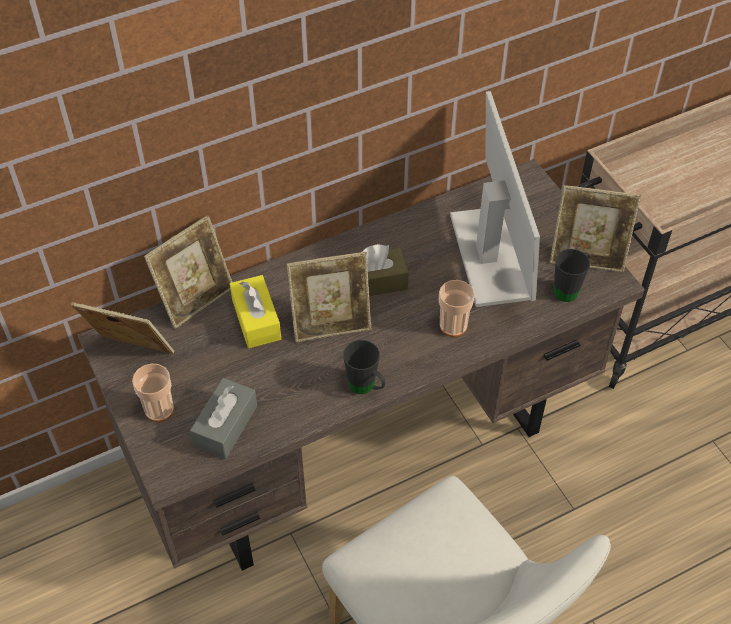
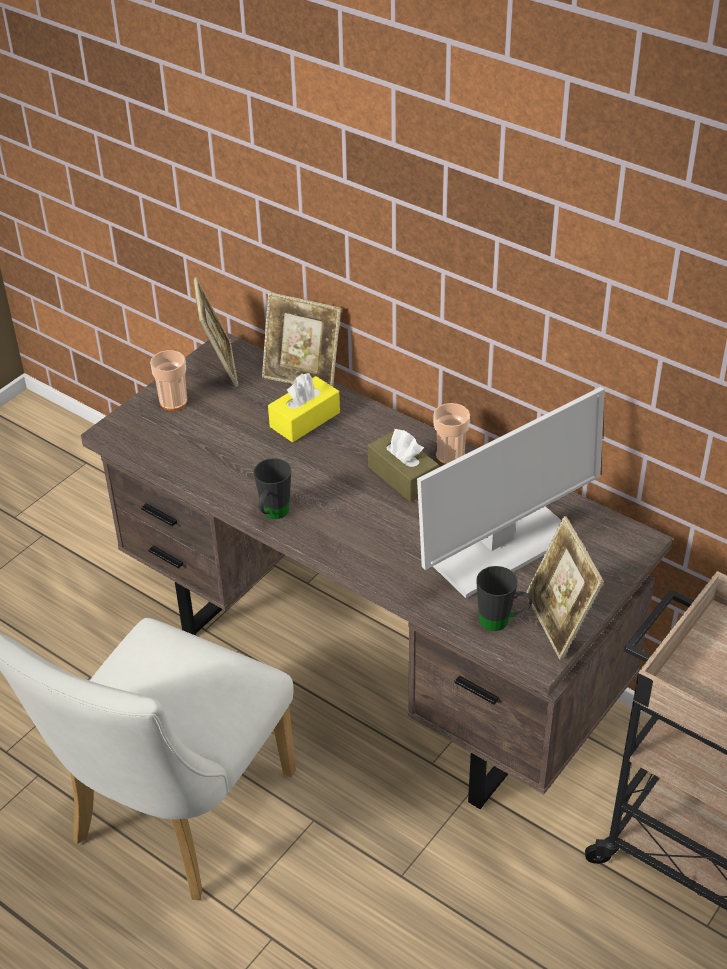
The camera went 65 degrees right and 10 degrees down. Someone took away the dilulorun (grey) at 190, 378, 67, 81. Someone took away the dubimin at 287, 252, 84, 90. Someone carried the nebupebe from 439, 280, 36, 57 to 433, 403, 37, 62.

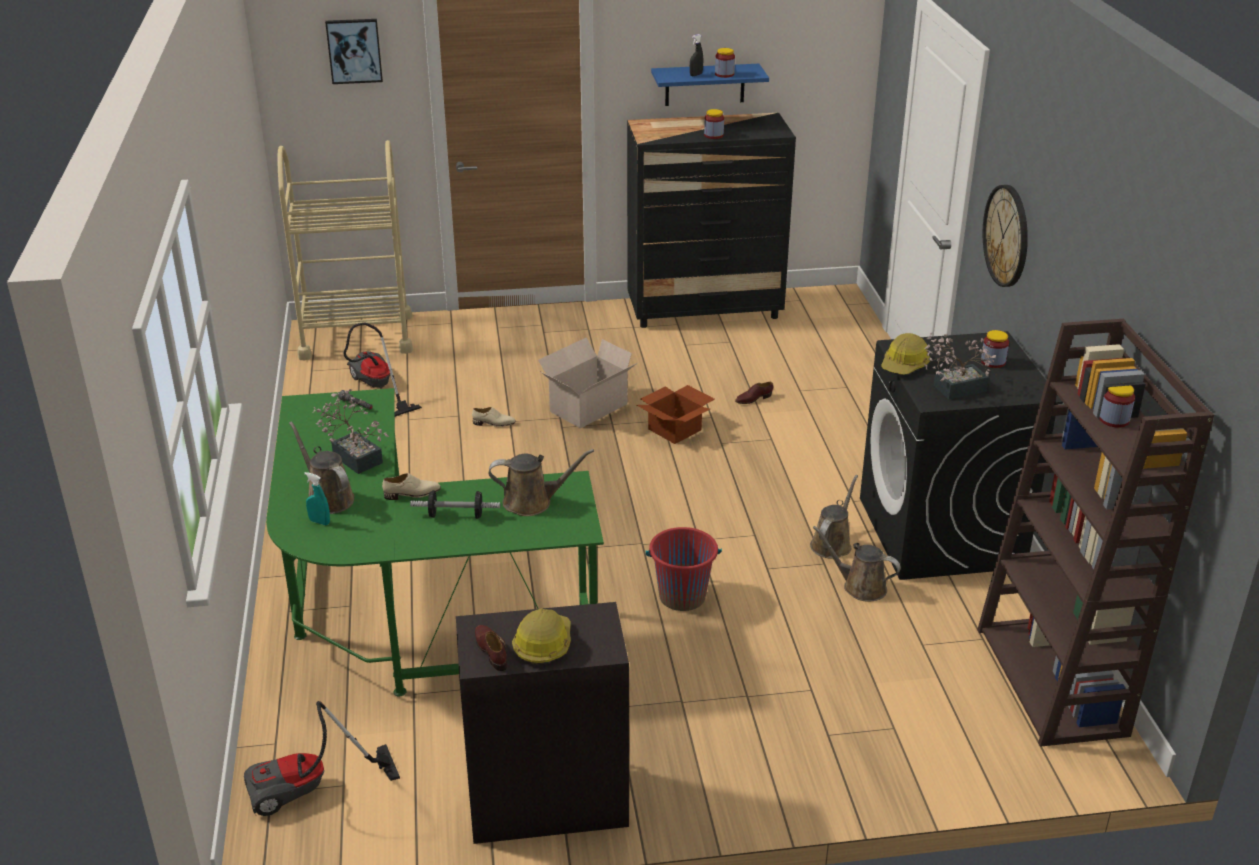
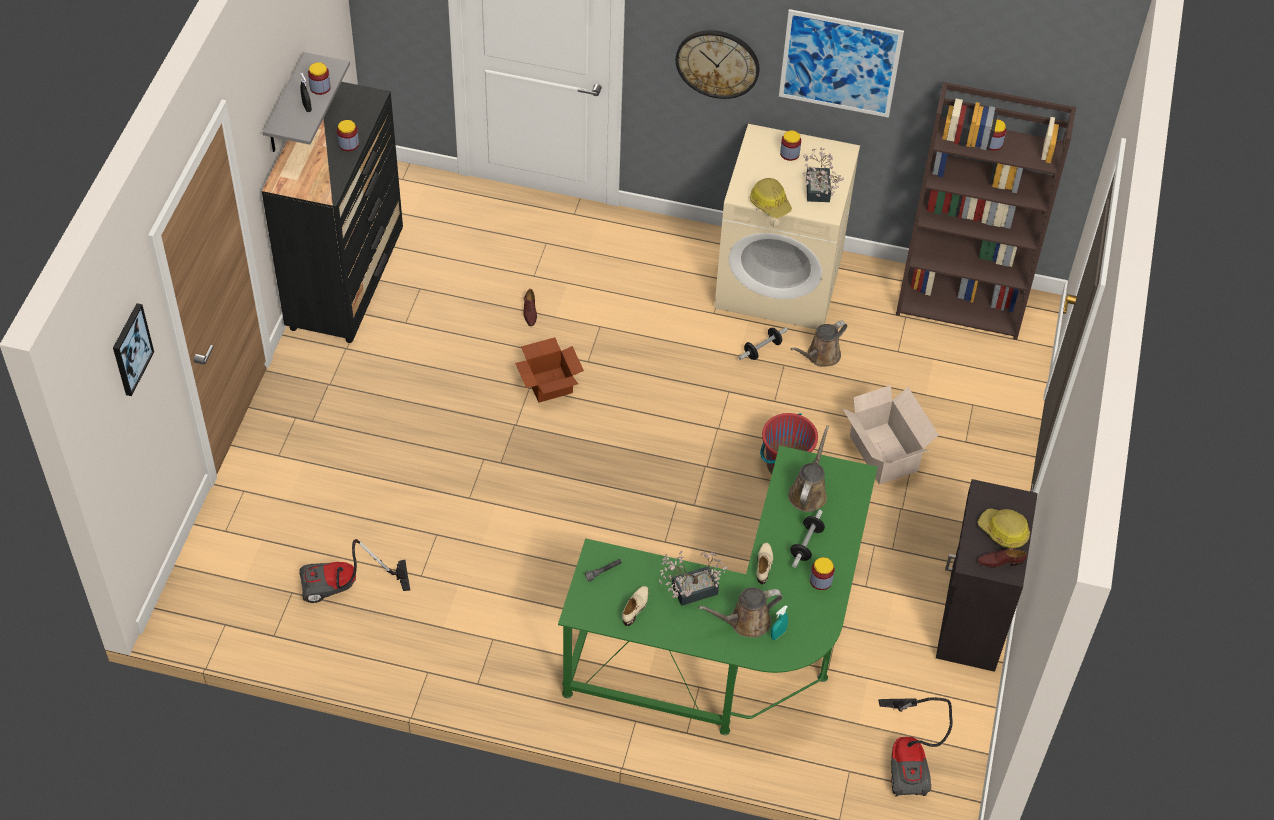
The camera went 70 degrees left and 20 degrees up. Someone took away the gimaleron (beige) at 277, 140, 136, 221. Someone carried the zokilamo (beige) from 472, 407, 44, 20 to 622, 586, 27, 40. Someone carried the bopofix from 538, 338, 99, 90 to 842, 385, 97, 99. Someone repainted the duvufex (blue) at 651, 64, 118, 42, which became the duvufex (grey) at 263, 52, 87, 100. Someone swapped the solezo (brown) at 810, 475, 48, 84 for the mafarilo at 738, 327, 50, 33. Someone repainted the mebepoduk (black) at 860, 331, 203, 249, which became the mebepoduk (beige) at 714, 124, 146, 205. Someone put up the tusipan at 779, 9, 125, 109. Someone put down the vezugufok at 810, 557, 25, 33.

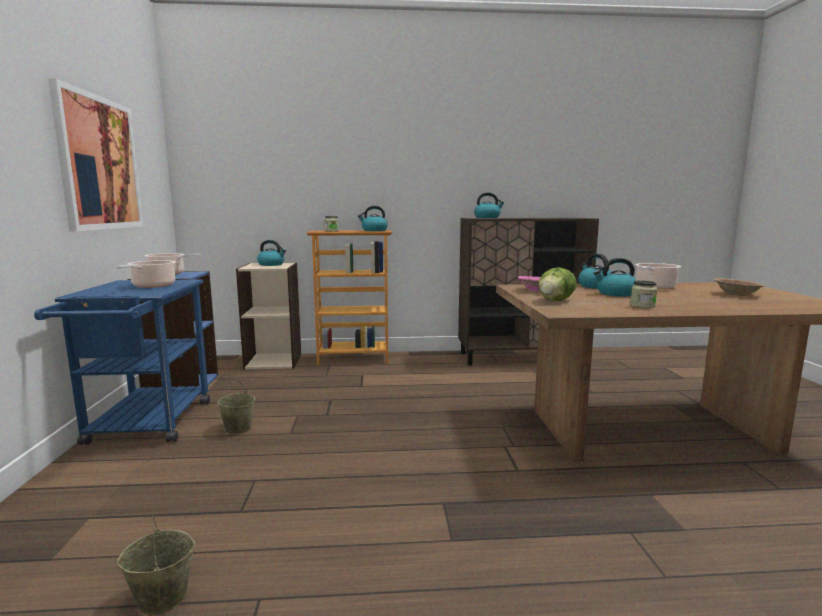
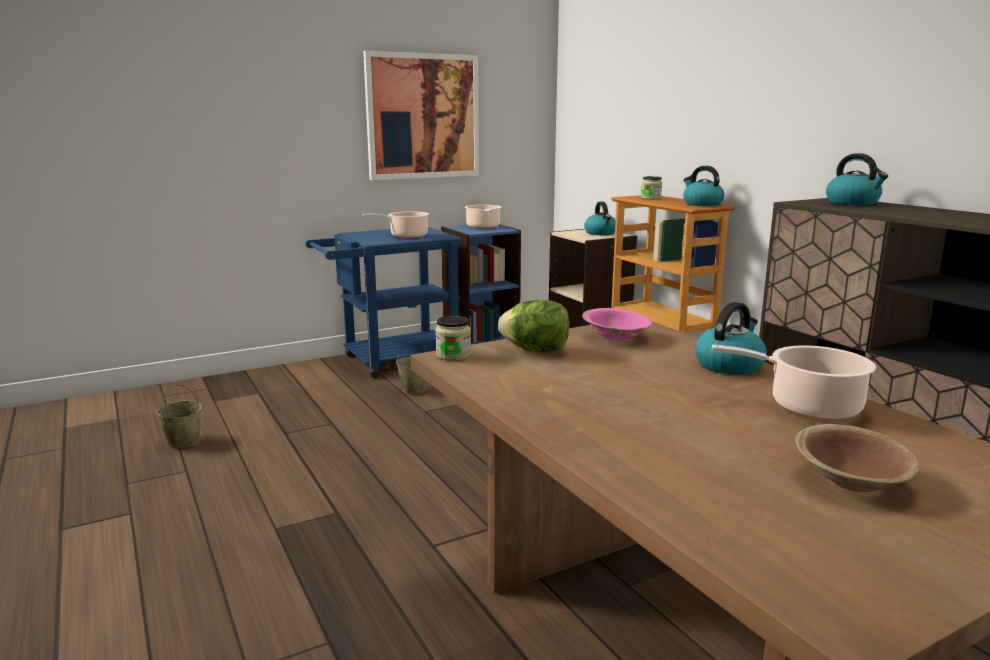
The camera went 65 degrees right and 5 degrees up. Someone took away the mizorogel at 593, 258, 43, 38. Someone carried the vezugufok from 630, 280, 27, 28 to 435, 316, 36, 45.

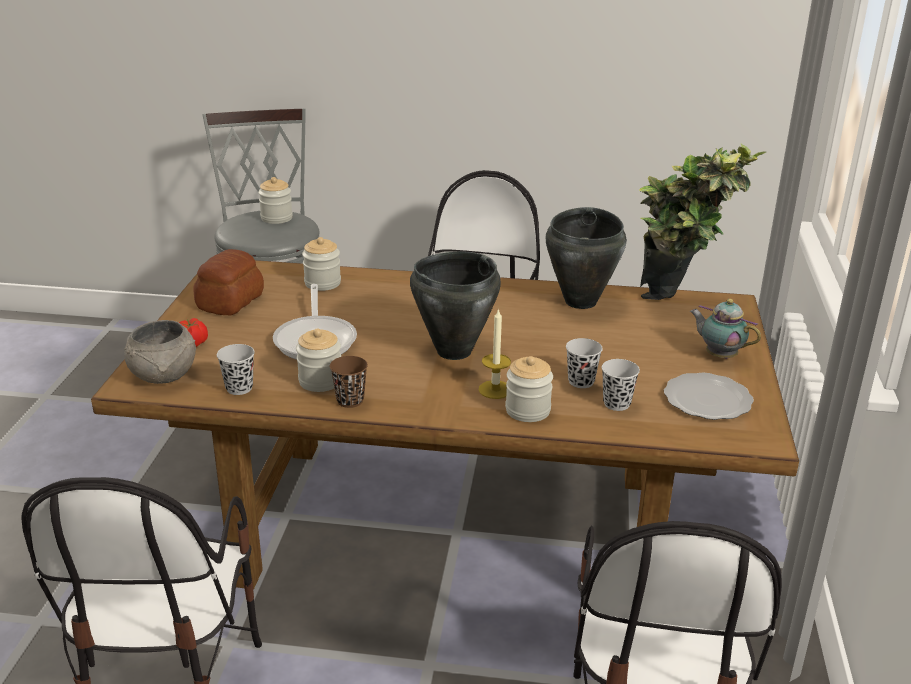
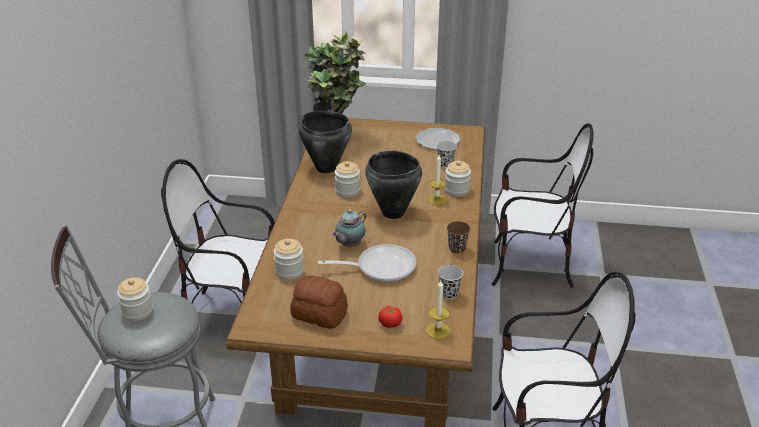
The camera went 90 degrees left and 5 degrees up. Someone swapped the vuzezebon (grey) at 124, 320, 72, 64 for the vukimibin at 426, 281, 24, 58. Someone carried the vezugufok from 296, 328, 45, 64 to 335, 161, 25, 36. Someone took away the nebupebe (black) at 566, 338, 37, 50. Someone carried the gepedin from 690, 299, 71, 60 to 332, 209, 34, 38.

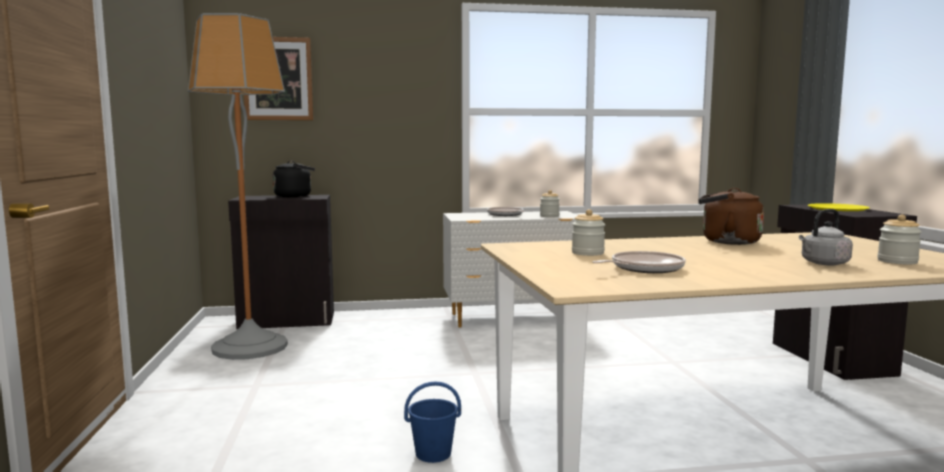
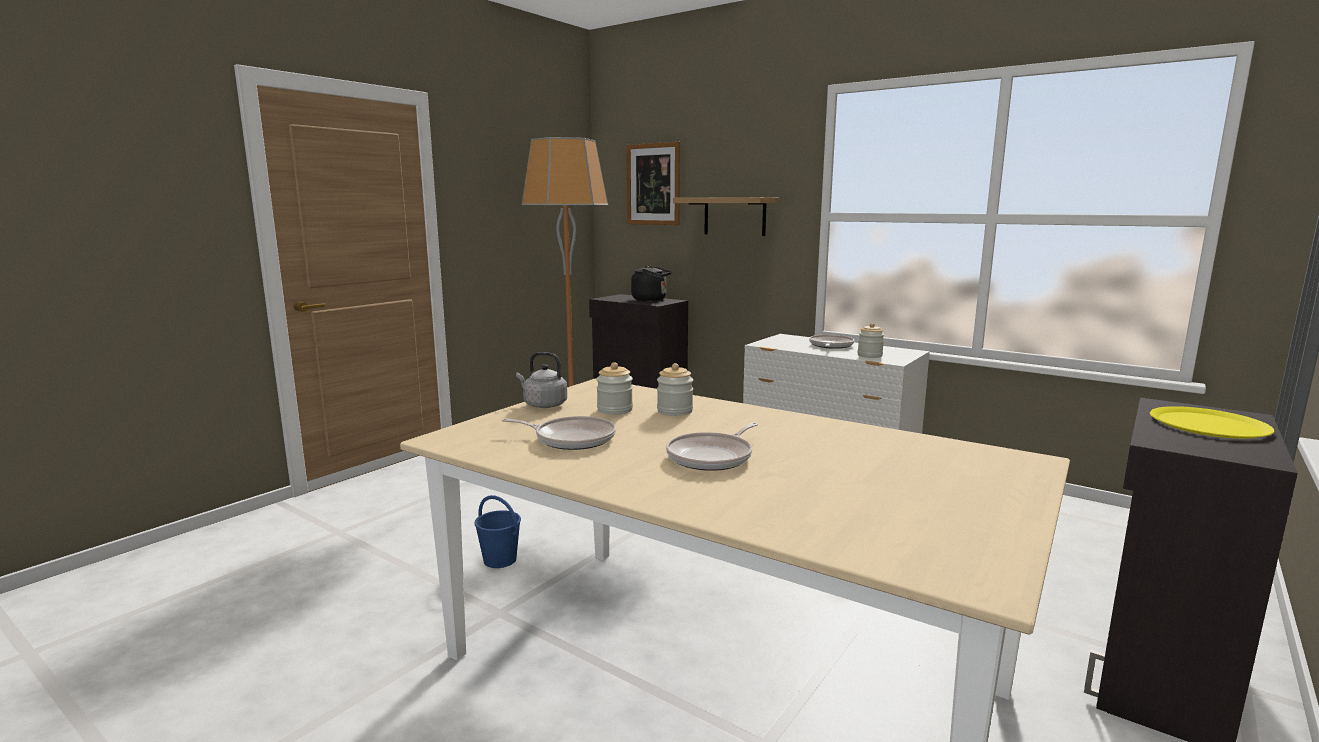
The camera went 45 degrees right and 5 degrees up. Someone took away the mizorogel (brown) at 698, 188, 66, 57. Someone carried the mizorogel (grey) from 799, 209, 54, 56 to 516, 352, 51, 56. Someone carried the vezugufok from 877, 215, 45, 49 to 657, 363, 36, 53. Someone put down the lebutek at 666, 422, 92, 49. Someone put up the duvufex at 673, 197, 106, 39.

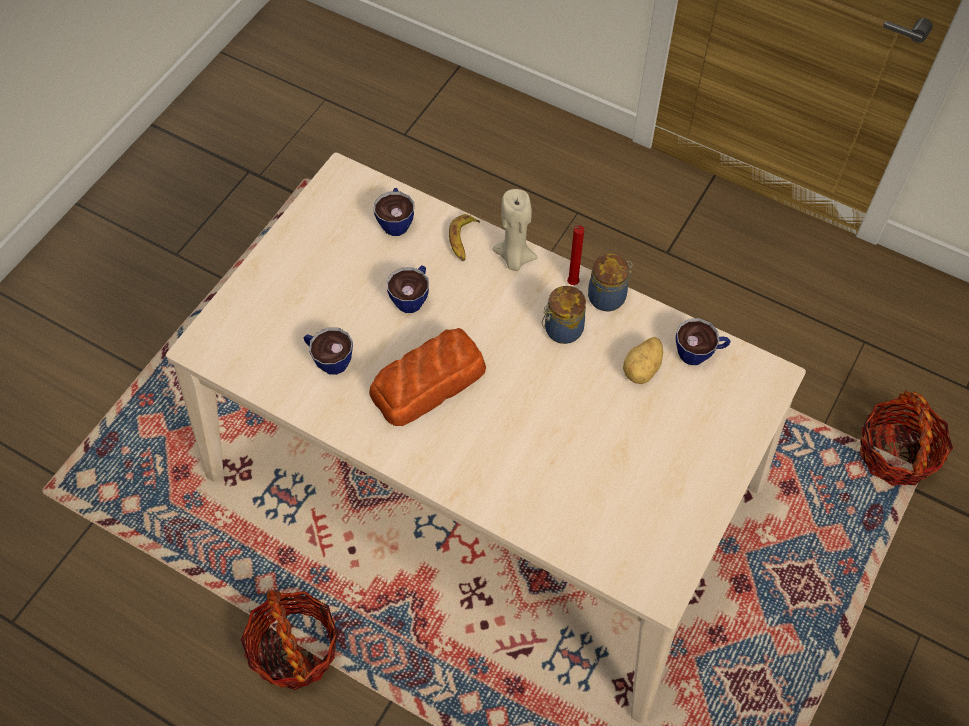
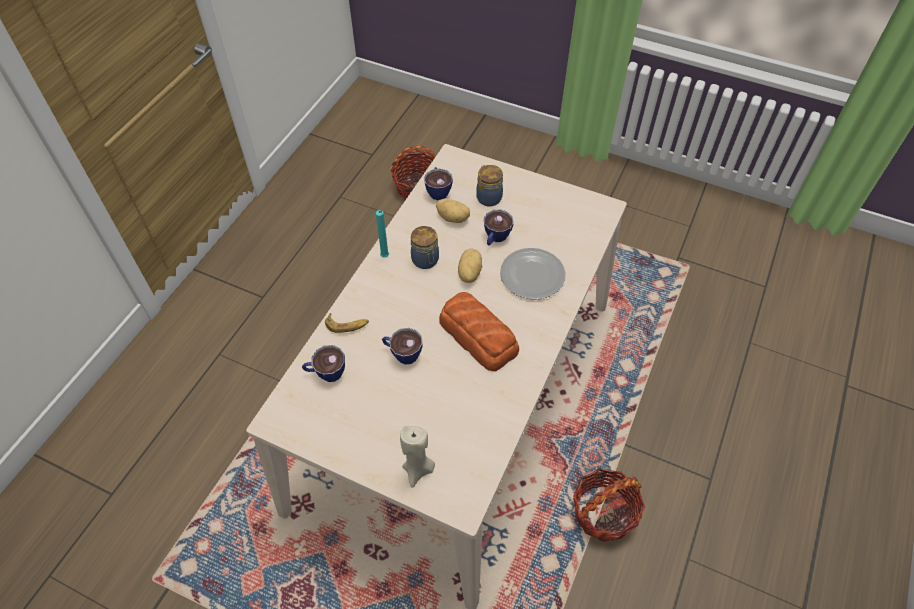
The camera went 95 degrees left and 5 degrees down. Someone carried the nebupebe from 303, 328, 50, 47 to 484, 210, 30, 35. Someone carried the vukimibin (beige) from 492, 189, 46, 82 to 400, 426, 35, 62. Someone repainted the vukimibin (red) at 567, 225, 17, 60, which became the vukimibin (turquoise) at 376, 210, 13, 48. Someone carried the vezugufok from 588, 254, 45, 57 to 476, 165, 27, 41. Someone put down the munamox at 458, 248, 24, 35. Someone put down the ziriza at 500, 248, 66, 52.

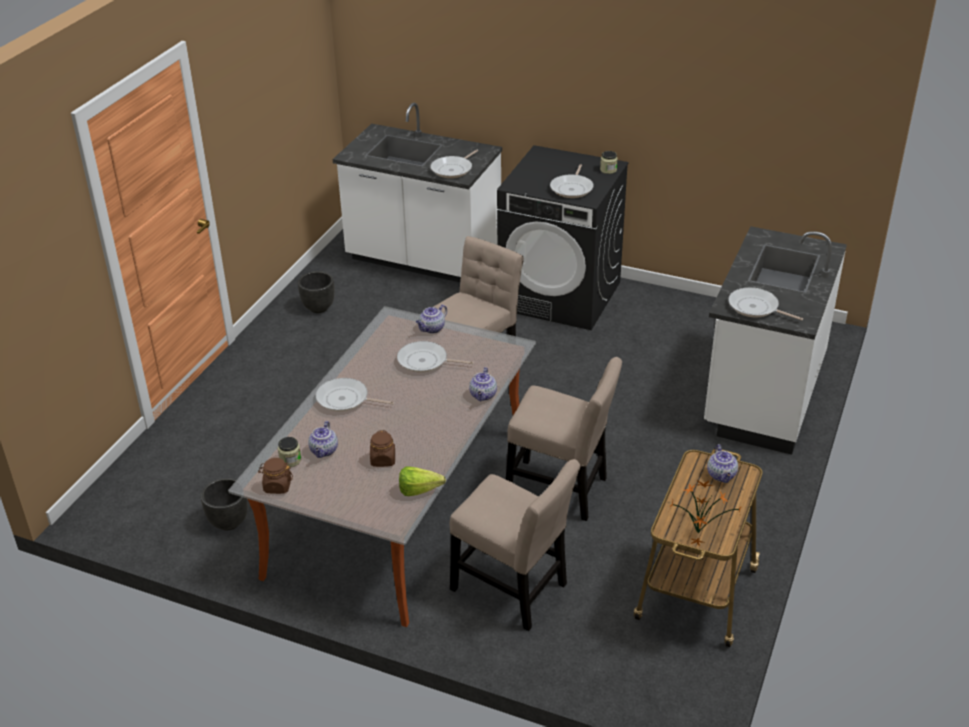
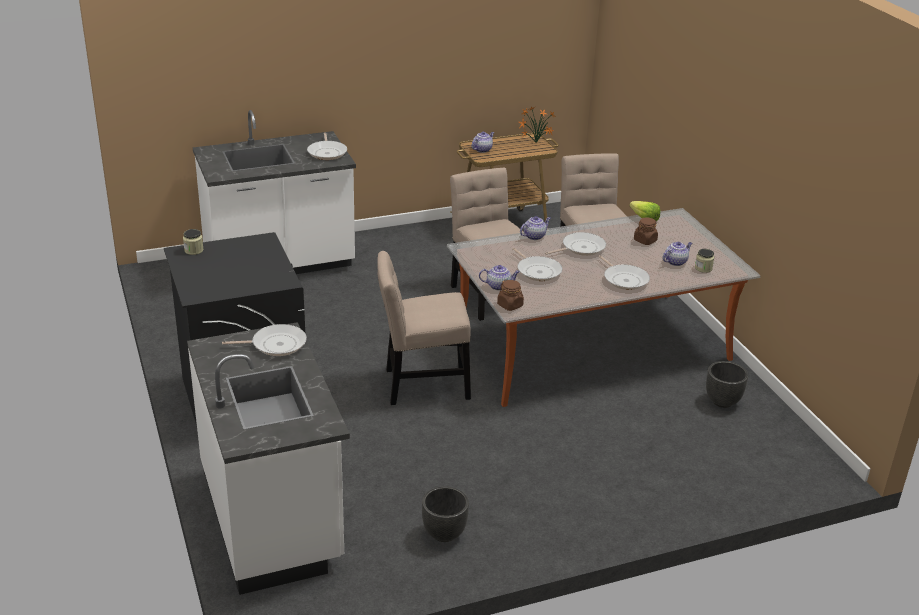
The camera went 135 degrees left and 5 degrees down. Someone carried the vezugufok (brown) from 258, 458, 35, 36 to 497, 280, 27, 31. Someone carried the lebutek from 550, 164, 44, 34 to 545, 232, 61, 24.

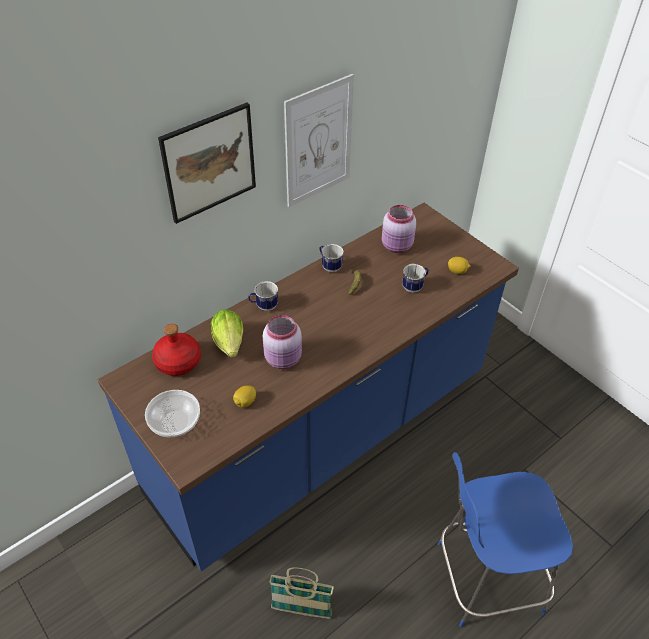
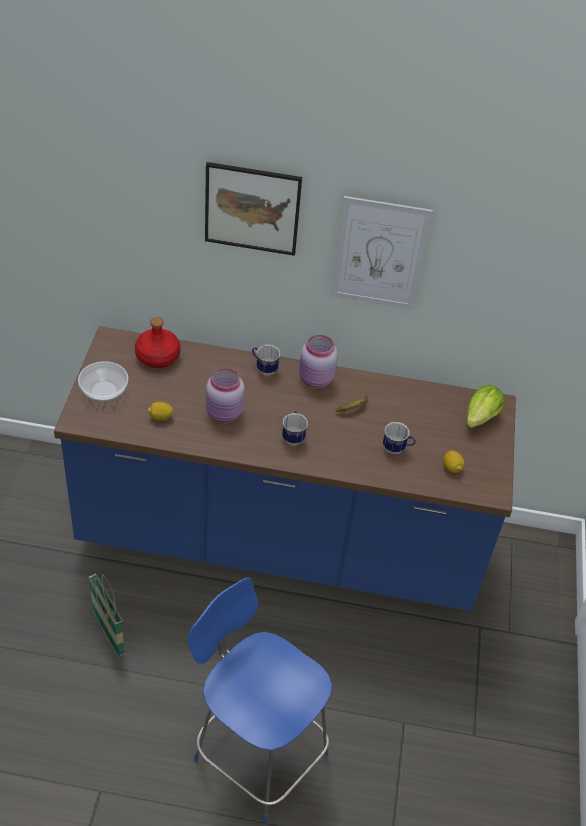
The camera went 45 degrees right and 0 degrees up. Someone carried the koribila from 211, 309, 32, 49 to 467, 385, 37, 43. Someone carried the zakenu from 319, 244, 25, 28 to 282, 411, 26, 34. Someone carried the vezugufok (pink) from 382, 205, 34, 48 to 299, 335, 39, 53.

